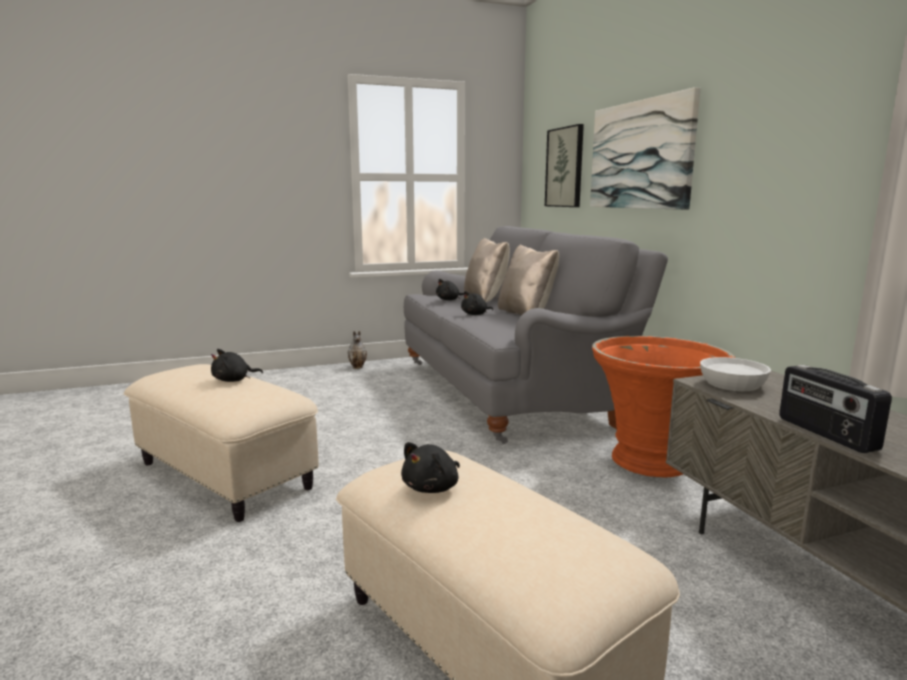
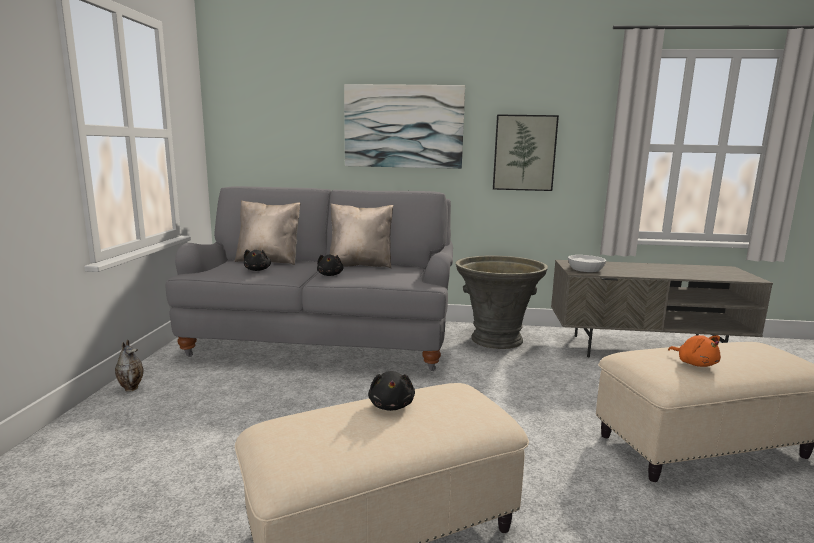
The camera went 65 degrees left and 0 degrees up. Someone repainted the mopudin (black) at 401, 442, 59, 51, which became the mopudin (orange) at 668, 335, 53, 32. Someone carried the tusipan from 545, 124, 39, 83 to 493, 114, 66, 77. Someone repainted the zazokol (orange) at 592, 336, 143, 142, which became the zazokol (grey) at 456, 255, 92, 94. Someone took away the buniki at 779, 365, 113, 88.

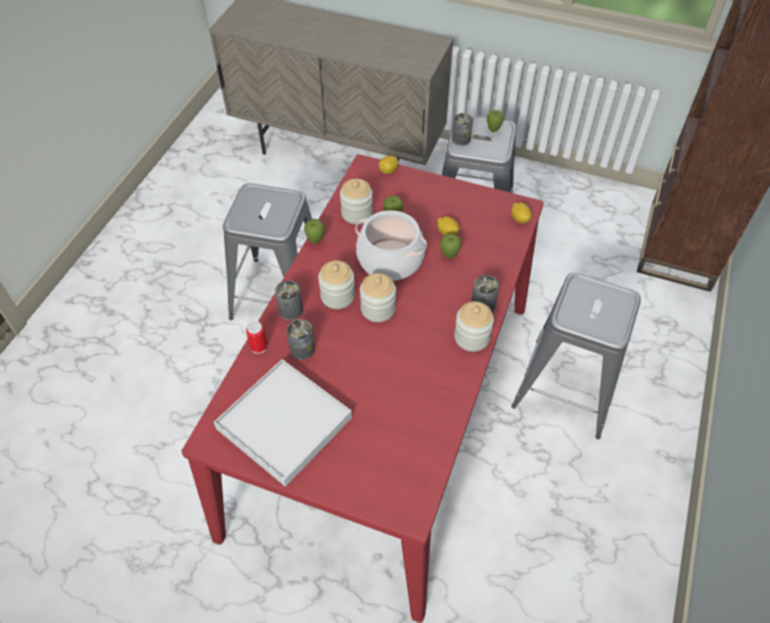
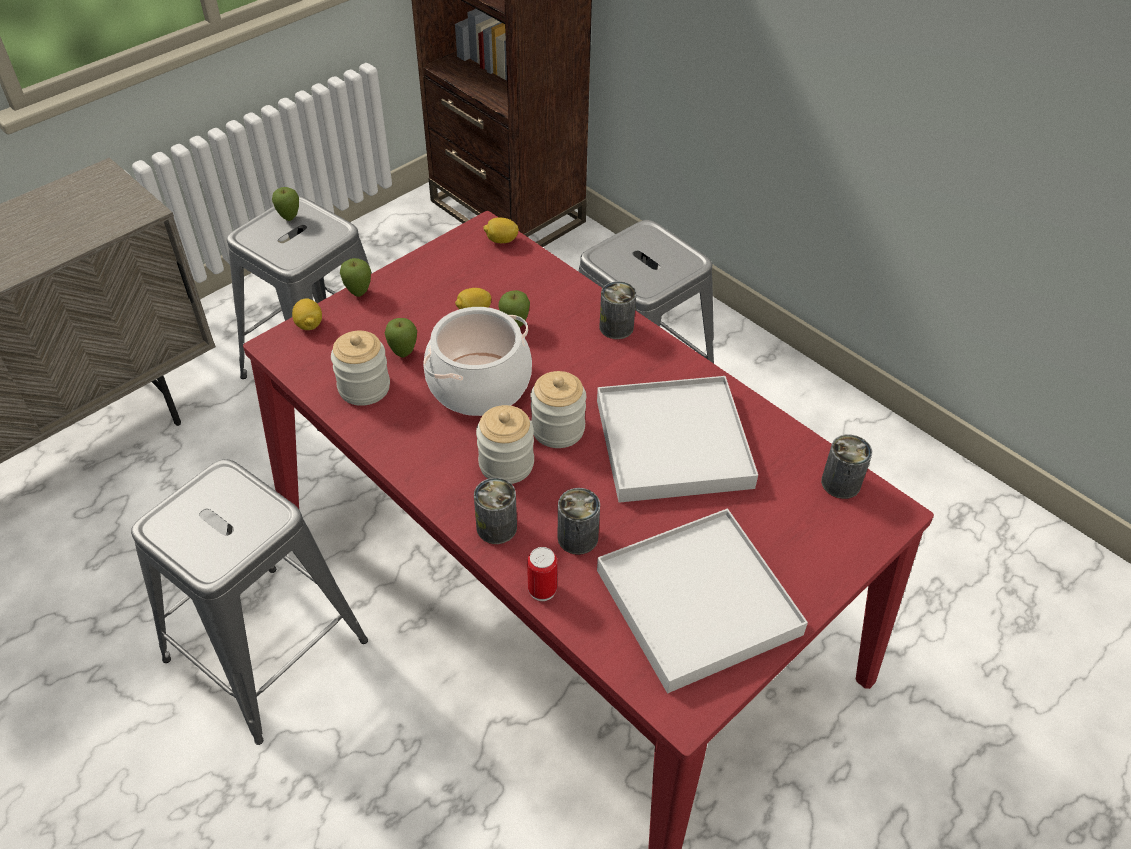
The camera went 65 degrees left and 5 degrees down. Someone carried the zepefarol from 304, 219, 21, 25 to 340, 258, 31, 39. Someone carried the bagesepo from 452, 113, 21, 33 to 821, 434, 51, 65. Someone took away the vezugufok at 454, 301, 40, 51. Someone put down the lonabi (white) at 597, 376, 161, 127.

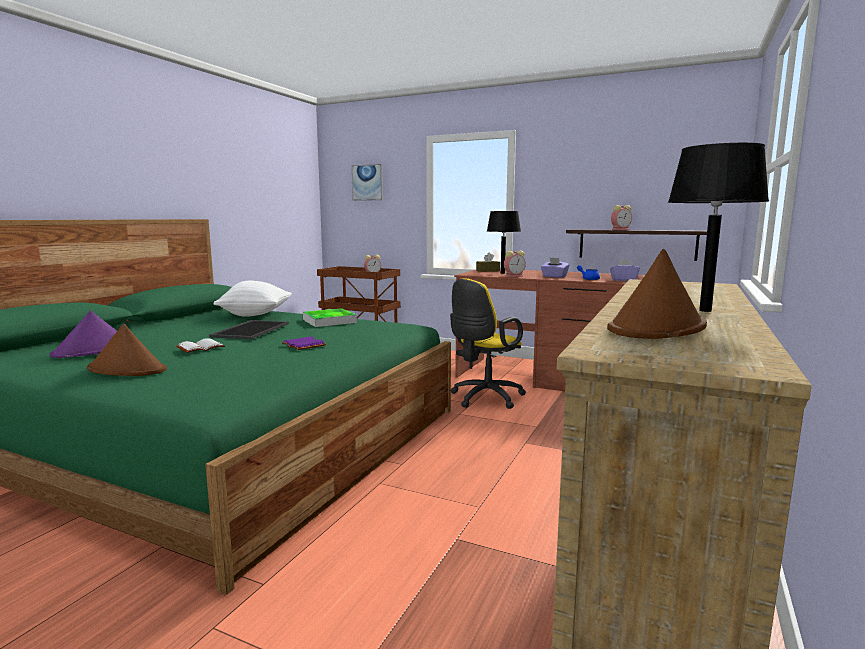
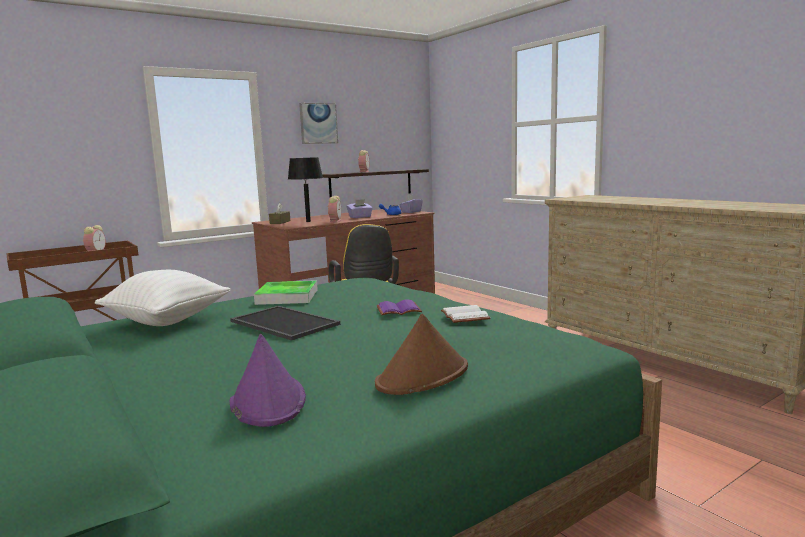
The camera went 60 degrees left and 0 degrees up. Someone carried the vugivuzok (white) from 176, 338, 49, 15 to 441, 305, 49, 18. Someone carried the tusipan from 352, 164, 31, 37 to 299, 103, 39, 41. Someone took away the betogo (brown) at 607, 249, 100, 90. Someone took away the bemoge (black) at 668, 143, 101, 169.

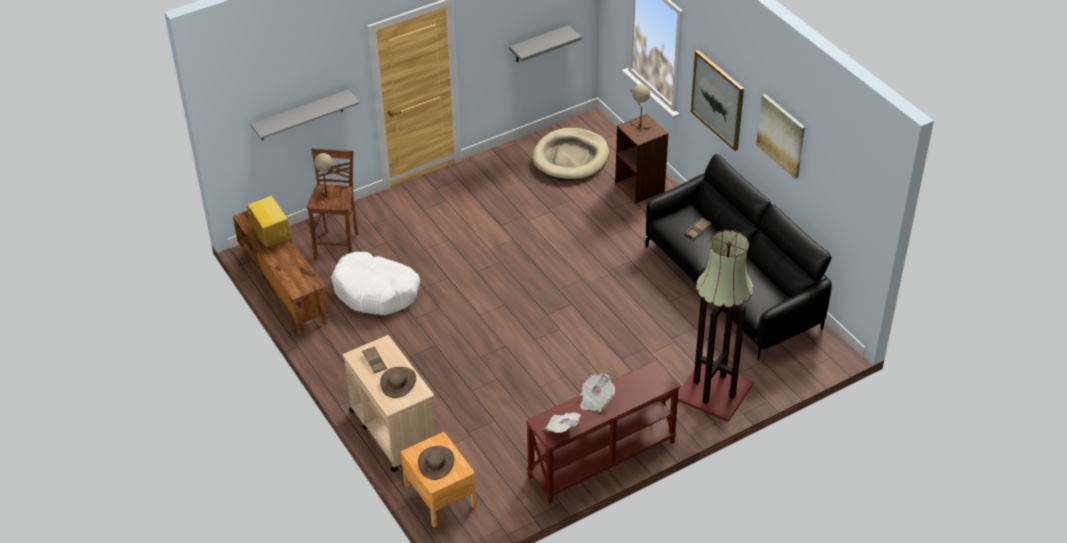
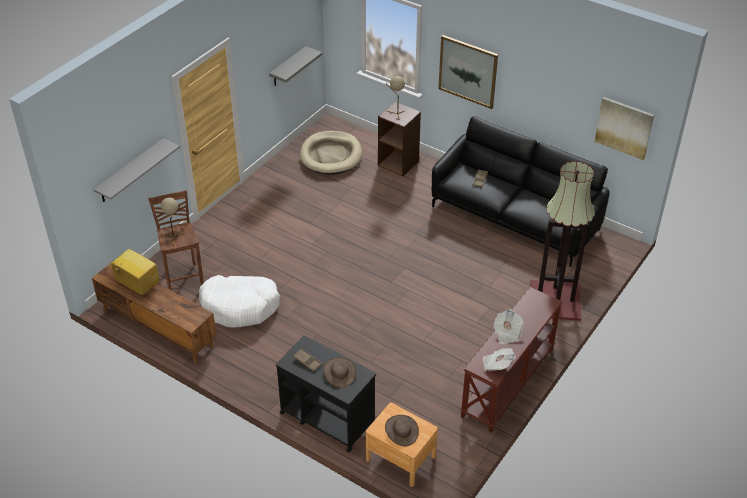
The camera went 25 degrees left and 0 degrees up. Someone repainted the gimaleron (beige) at 343, 335, 93, 137, which became the gimaleron (black) at 276, 336, 100, 116. Someone carried the tusipan from 756, 94, 49, 85 to 595, 97, 59, 63.

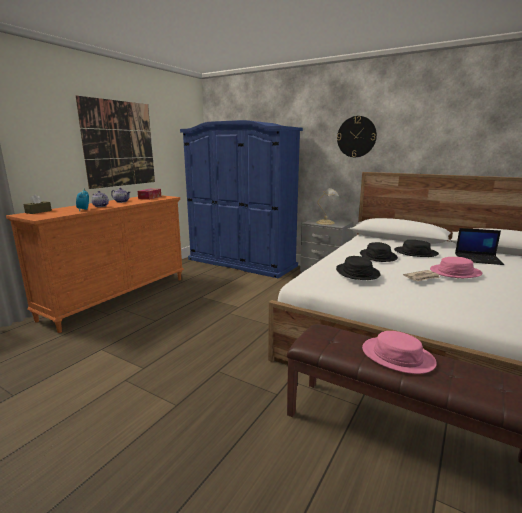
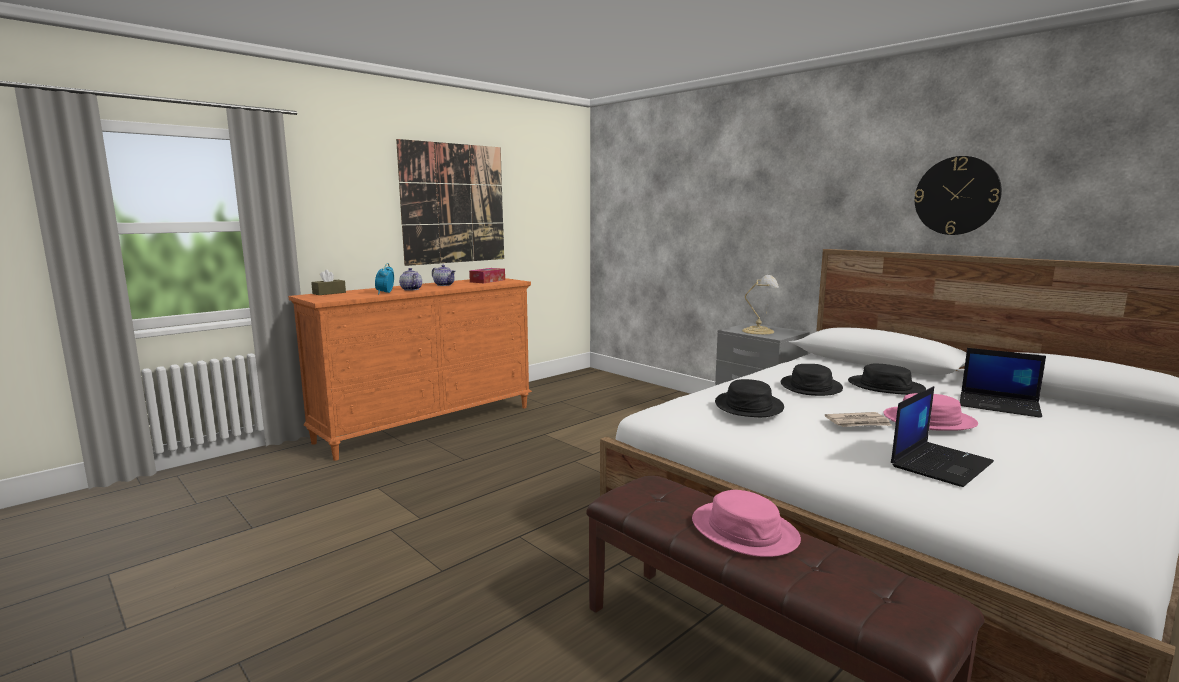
The camera went 15 degrees right and 5 degrees down. Someone took away the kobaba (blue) at 180, 120, 123, 158. Someone carried the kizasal from 337, 116, 40, 41 to 914, 156, 88, 79. Someone put down the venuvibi at 891, 386, 103, 101.

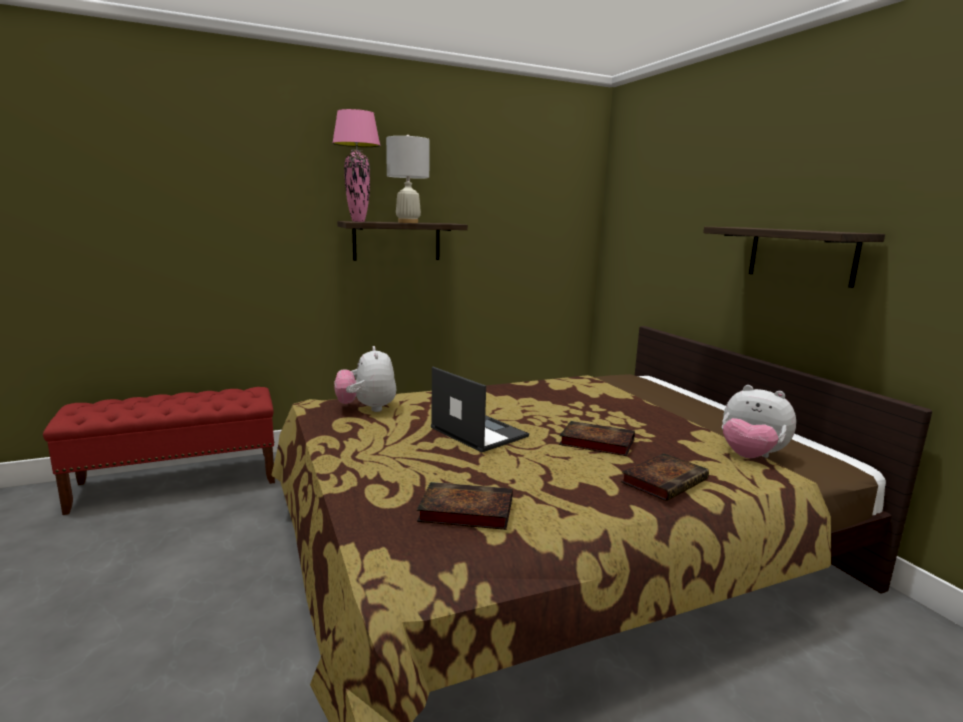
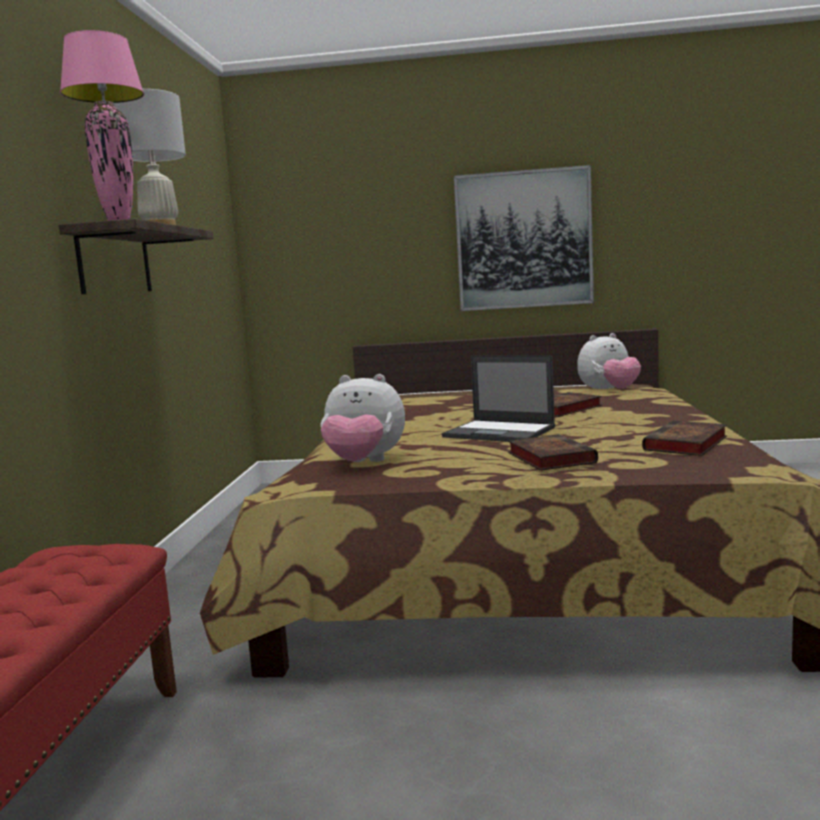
The camera went 60 degrees left and 5 degrees down. Someone rotated the venuvibi at 431, 367, 98, 86 by 135 degrees counterclockwise. Someone carried the vugivuzok from 621, 453, 88, 48 to 508, 434, 90, 37. Someone swapped the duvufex at 703, 227, 182, 61 for the tusipan at 454, 165, 140, 146.

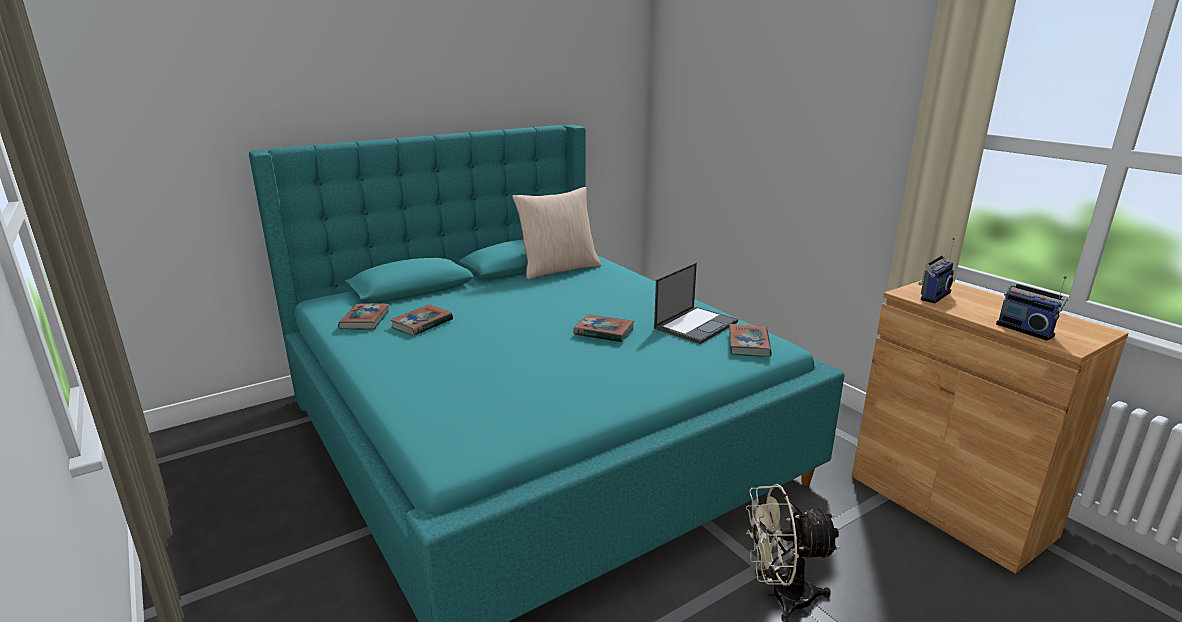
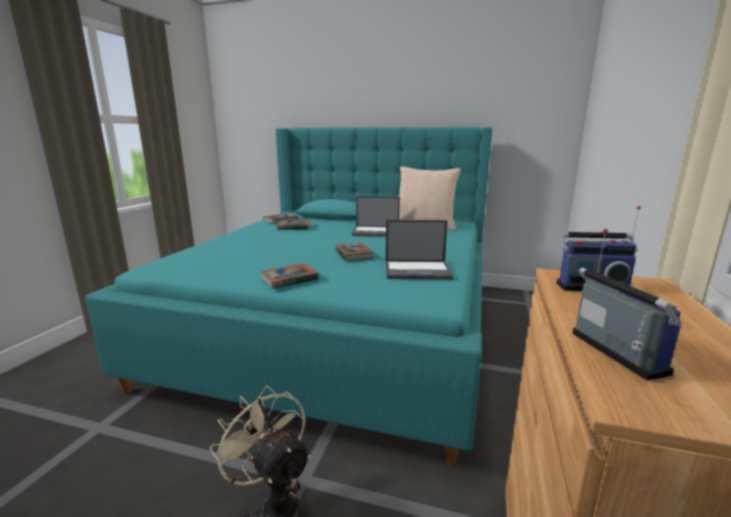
The camera went 50 degrees right and 5 degrees down. Someone carried the vugivuzok from 729, 324, 43, 33 to 261, 263, 58, 26. Someone rotated the buniki at 996, 276, 72, 65 by 150 degrees clockwise. Someone put down the venuvibi at 352, 196, 48, 41.

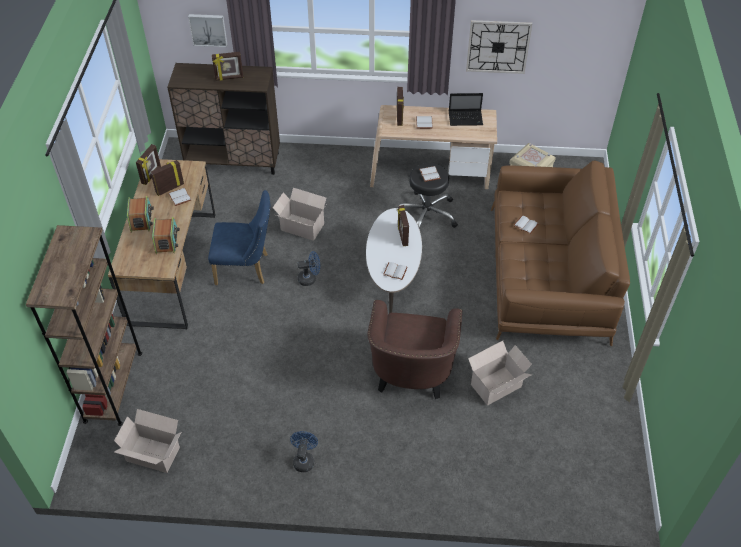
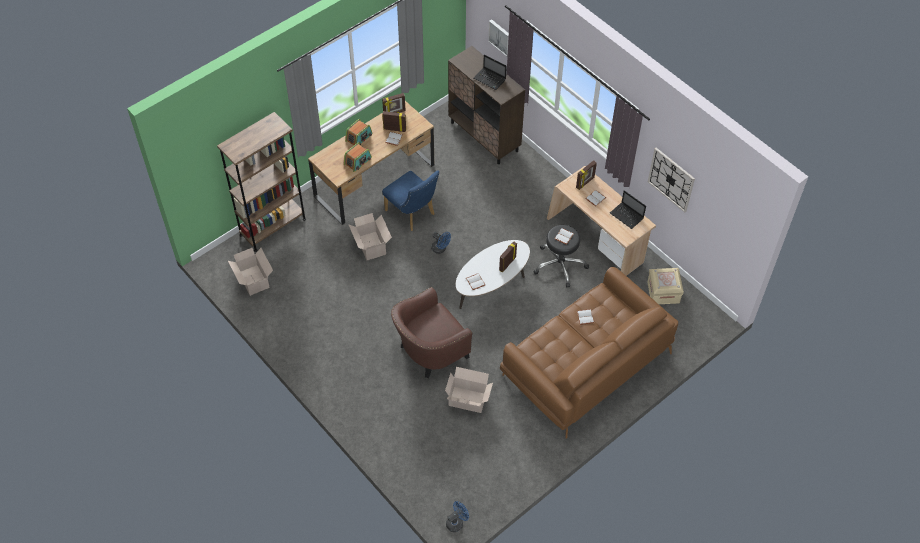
The camera went 45 degrees right and 5 degrees up. Someone swapped the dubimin at 212, 52, 31, 28 for the venuvibi at 473, 55, 34, 35. Someone carried the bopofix from 273, 188, 53, 53 to 348, 213, 44, 47. Someone carried the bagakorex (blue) from 290, 431, 28, 41 to 446, 501, 23, 31.

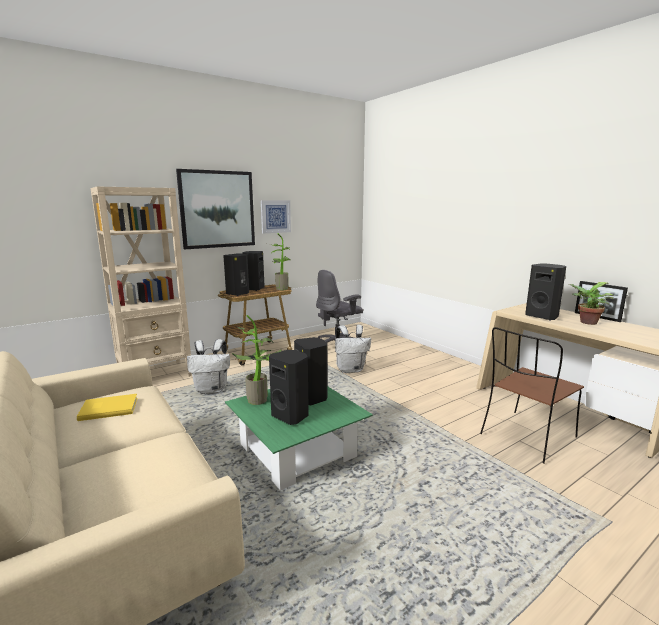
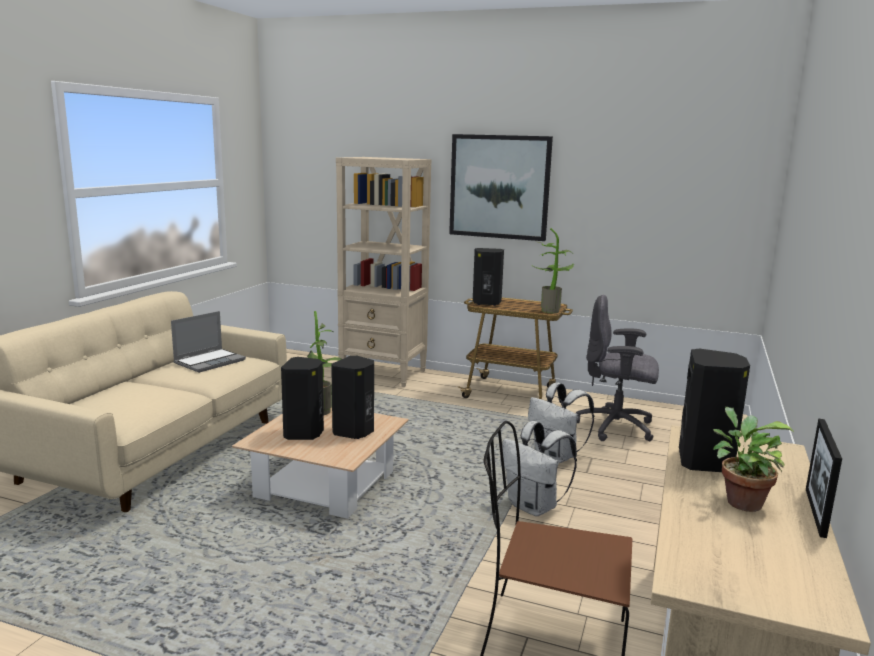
The camera went 55 degrees right and 0 degrees up. Someone swapped the vugivuzok (yellow) at 77, 394, 60, 27 for the venuvibi at 171, 311, 75, 62. Someone carried the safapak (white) from 187, 339, 43, 55 to 500, 421, 77, 95. Someone repainted the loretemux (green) at 225, 387, 148, 103, which became the loretemux (beige) at 232, 408, 177, 111. Someone took away the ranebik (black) at 242, 251, 23, 40. Someone took away the tusipan at 261, 200, 30, 33.

